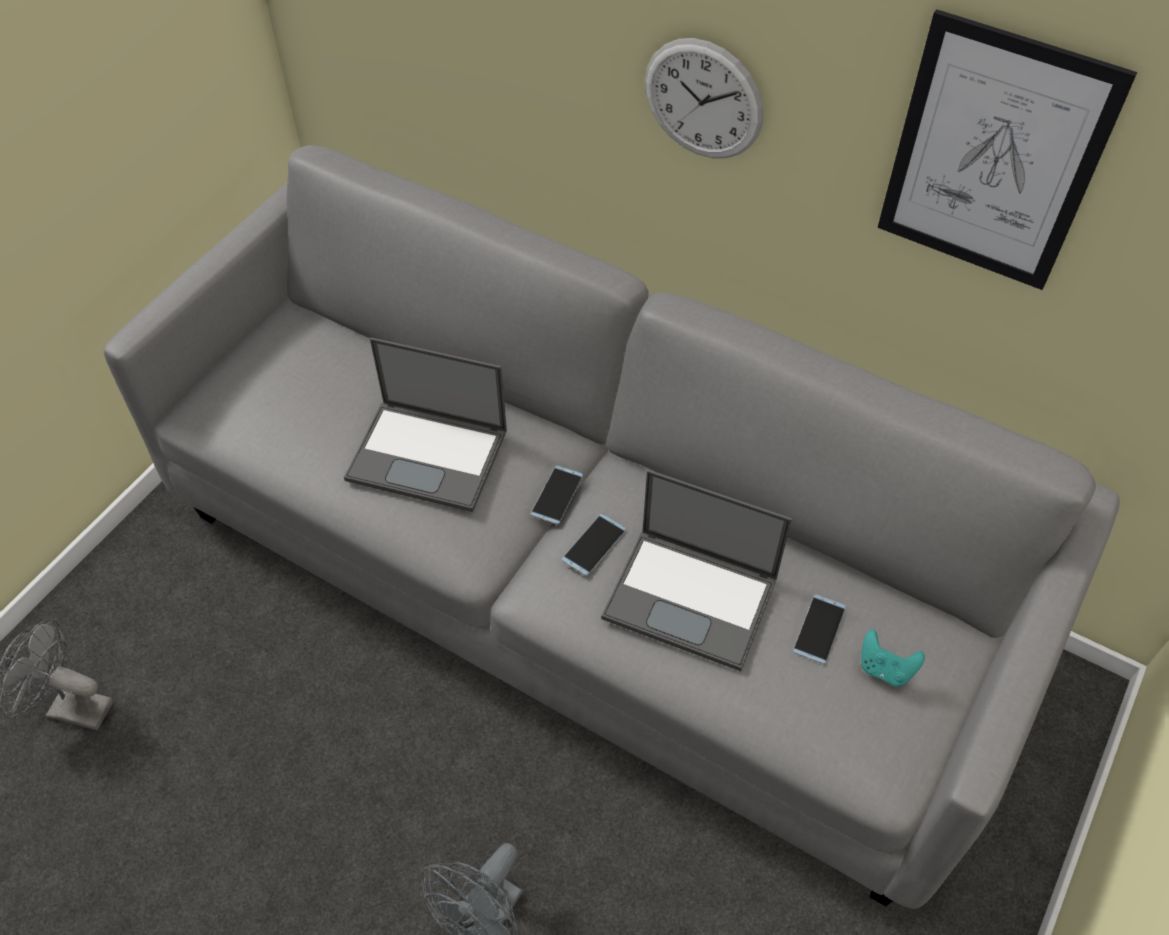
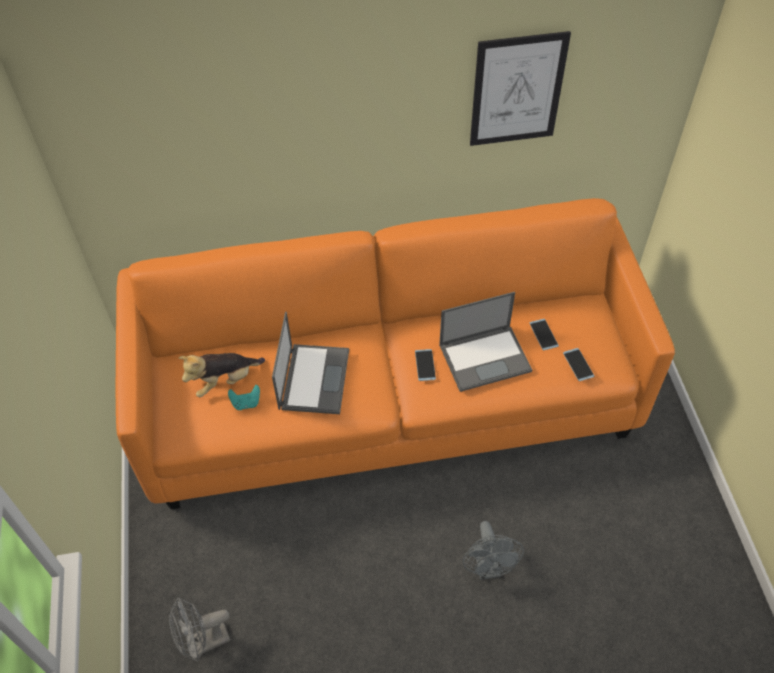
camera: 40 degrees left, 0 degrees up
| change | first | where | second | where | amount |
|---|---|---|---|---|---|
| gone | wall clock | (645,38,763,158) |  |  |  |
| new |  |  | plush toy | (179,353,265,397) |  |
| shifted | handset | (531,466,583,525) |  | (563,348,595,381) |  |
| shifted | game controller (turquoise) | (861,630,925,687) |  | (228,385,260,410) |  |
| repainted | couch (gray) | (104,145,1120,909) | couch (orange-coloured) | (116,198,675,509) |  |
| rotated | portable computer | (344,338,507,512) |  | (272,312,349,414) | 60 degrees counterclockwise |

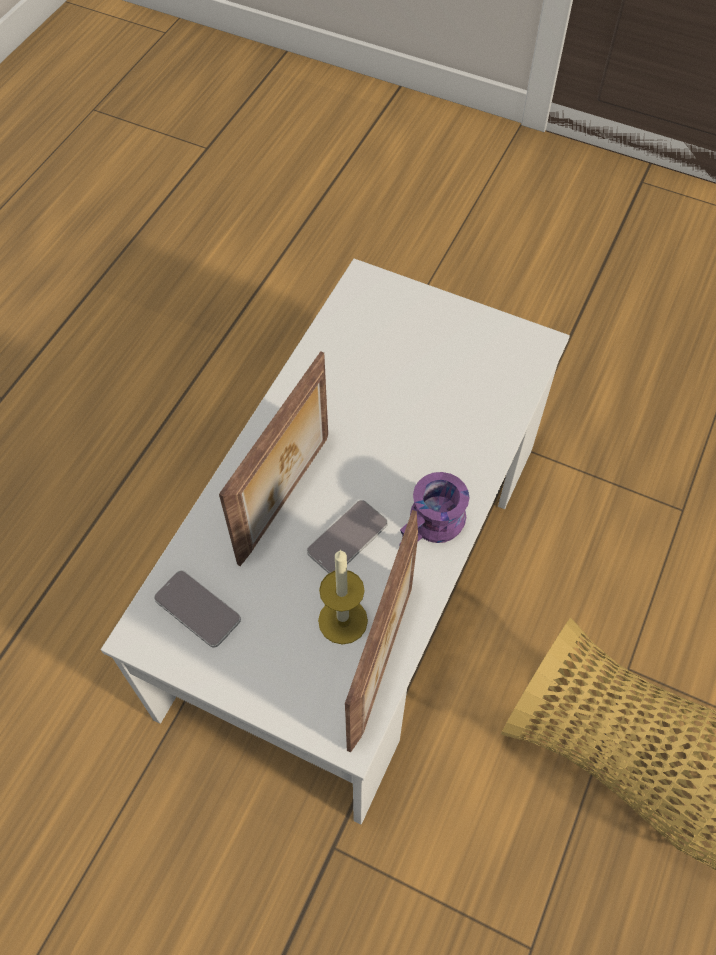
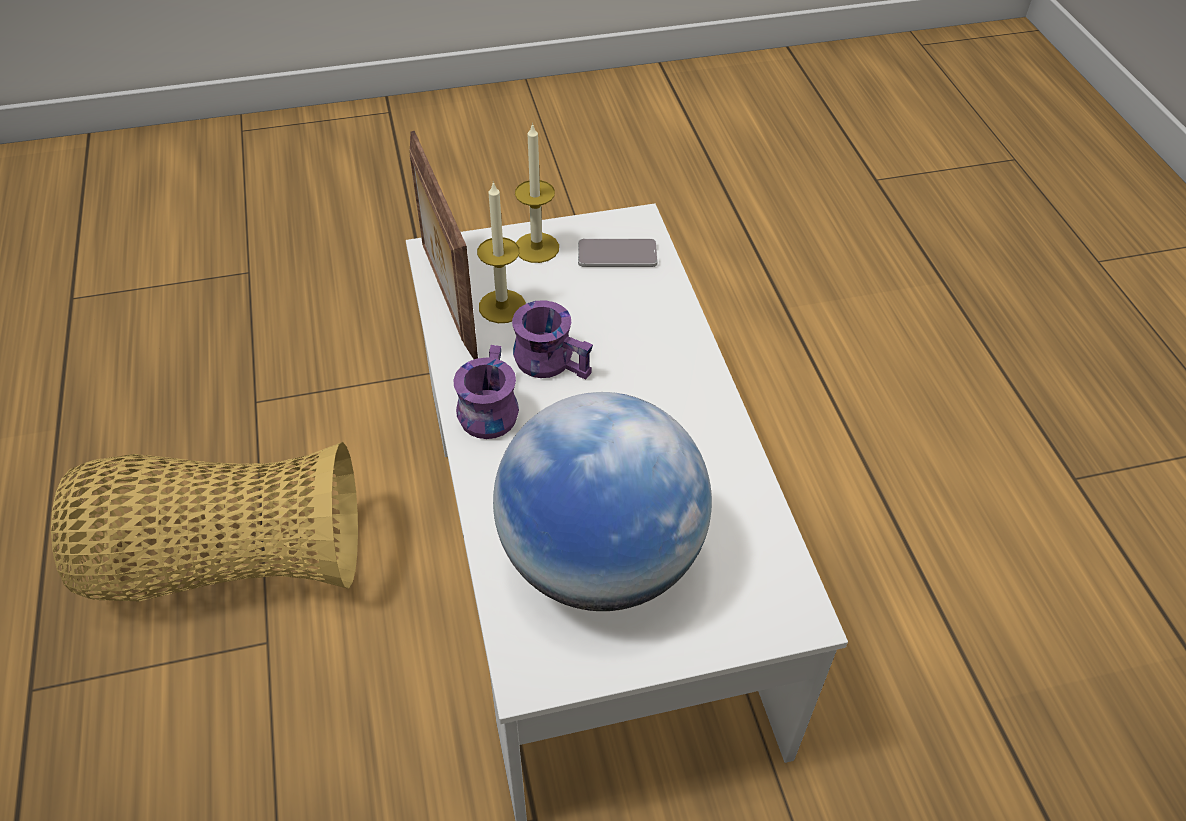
camera: 140 degrees right, 10 degrees down
| change | first | where | second | where | amount |
|---|---|---|---|---|---|
| gone | standing frame | (219,351,328,566) |  |  |  |
| new |  |  | desk globe | (493,392,712,611) |  |
| new |  |  | wax candle | (515,123,559,263) |  |
| swapped | handset | (307,500,388,573) | coffee mug (purplish) | (512,300,593,380) |  |

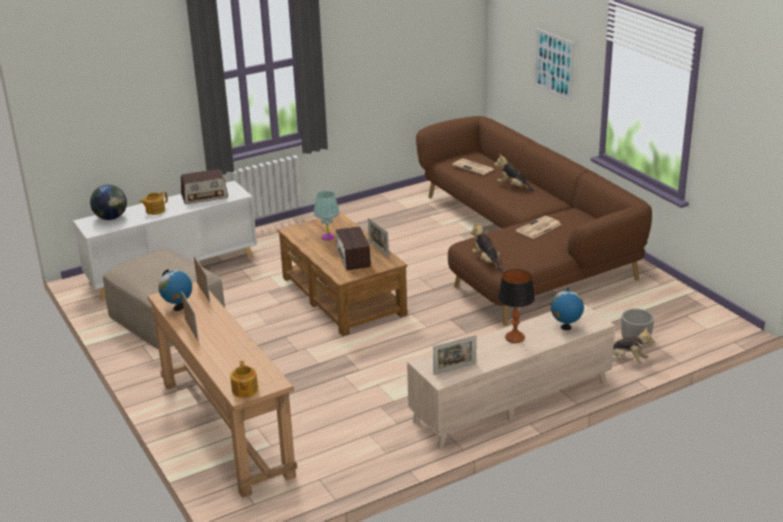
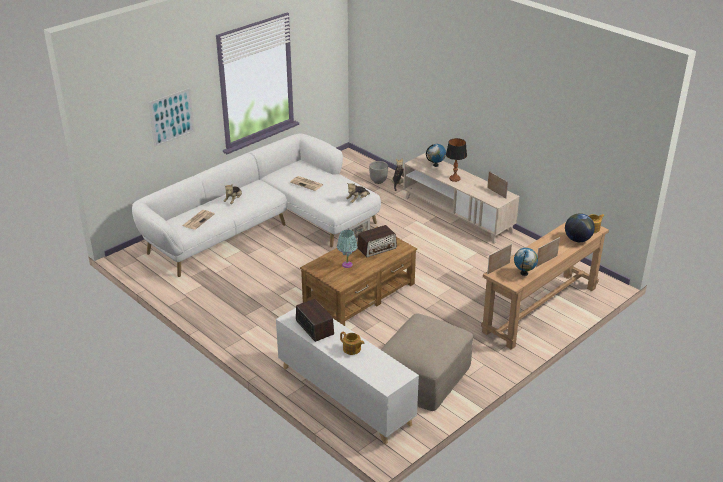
camera: 105 degrees left, 5 degrees up
| change | first | where | second | where | amount |
|---|---|---|---|---|---|
| shifted | desk globe | (90,185,127,220) |  | (565,213,595,242) |  |
| repainted | couch (brownish) | (416,116,652,326) | couch (whitish) | (132,133,381,277) |  |

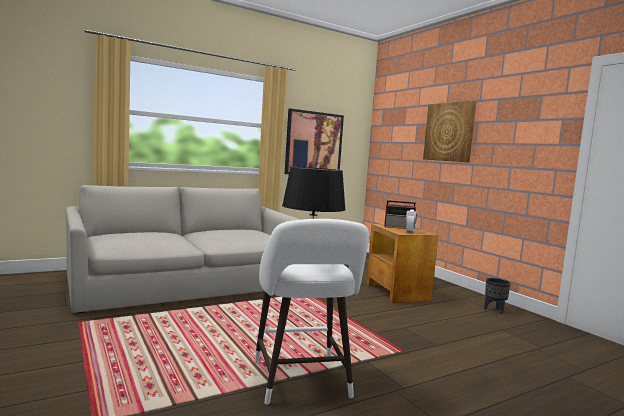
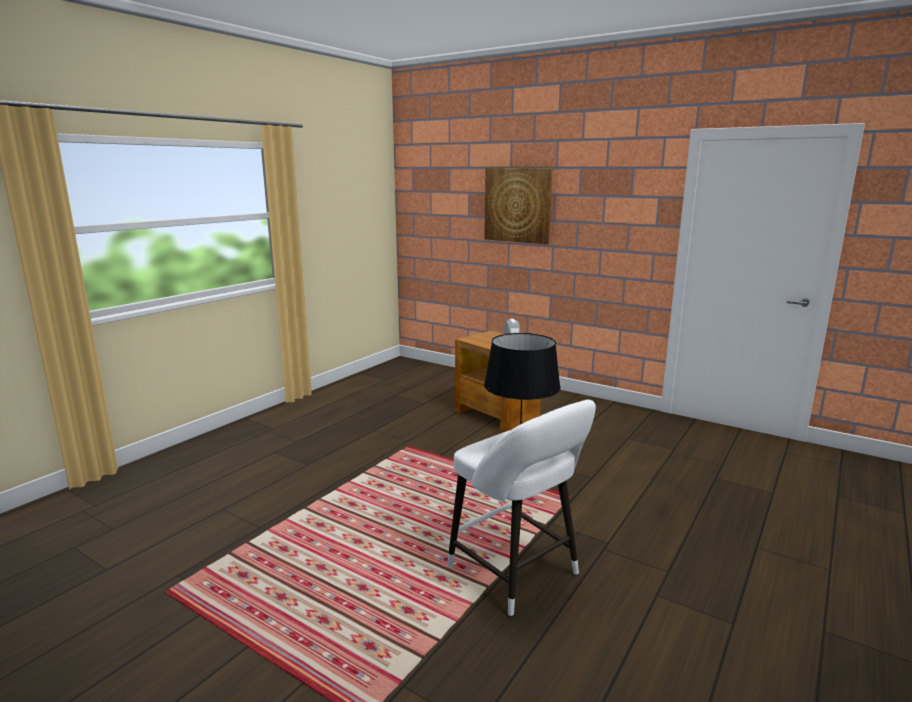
camera: 25 degrees left, 10 degrees up
| change | first | where | second | where | amount |
|---|---|---|---|---|---|
| gone | couch (gray) | (66,185,300,313) |  |  |  |
| gone | wall art | (285,108,344,174) |  |  |  |
| gone | radio receiver | (384,200,416,229) |  |  |  |
| gone | plant pot (black-coloured) | (484,278,511,314) |  |  |  |

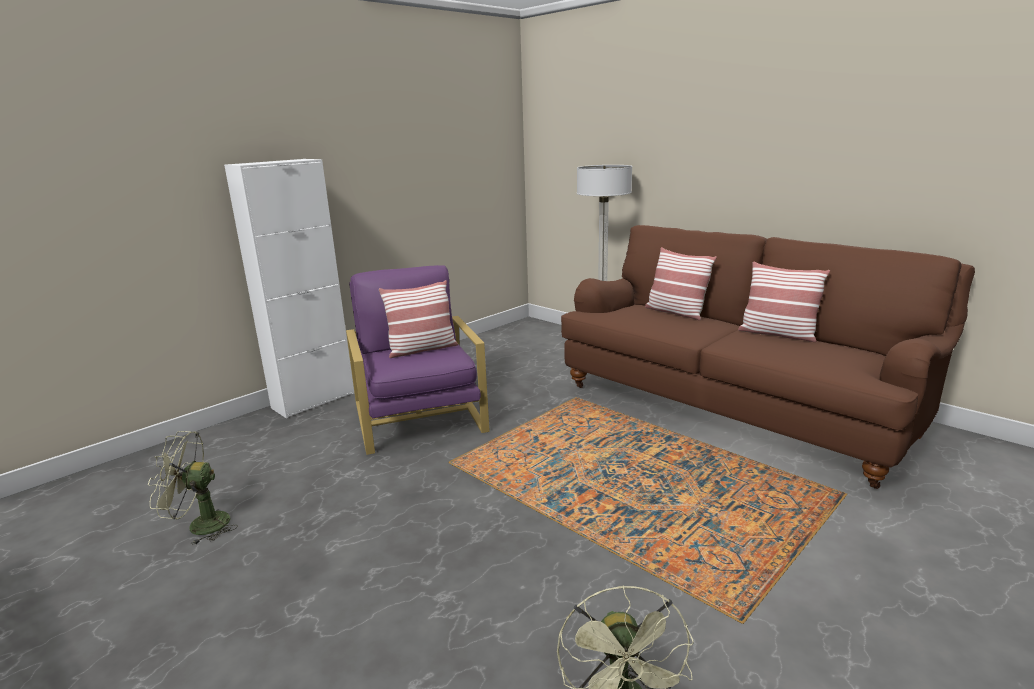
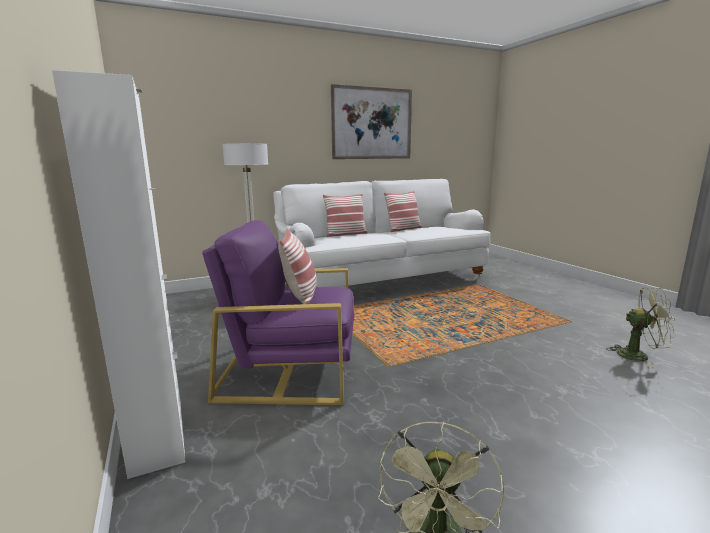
camera: 70 degrees left, 5 degrees down
| change | first | where | second | where | amount |
|---|---|---|---|---|---|
| new |  |  | wall art | (331,84,412,159) |  |
| repainted | couch (brownish) | (561,225,975,489) | couch (whitish) | (273,179,491,287) |  |

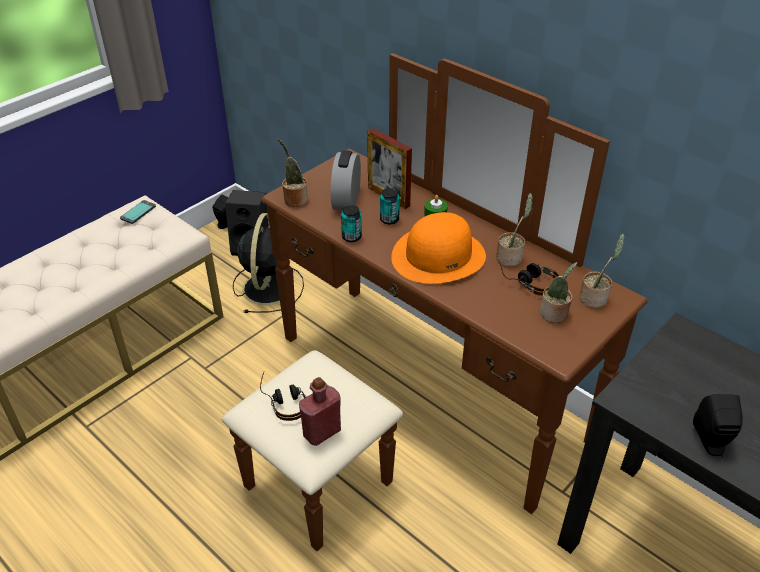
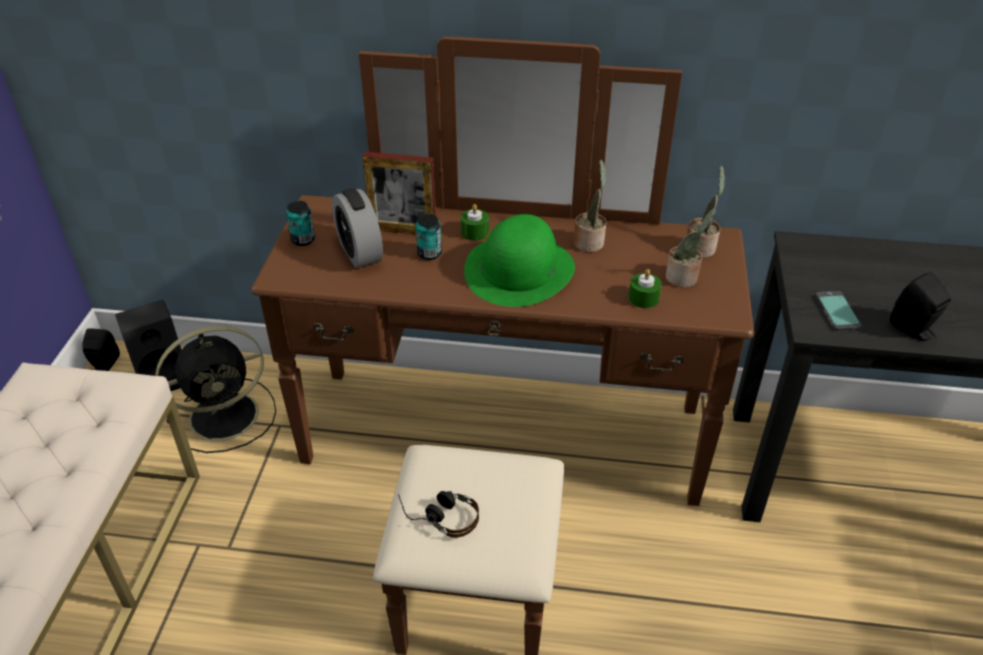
camera: 35 degrees left, 0 degrees up
| change | first | where | second | where | amount |
|---|---|---|---|---|---|
| gone | houseplant | (278,139,308,207) |  |  |  |
| gone | beverage bottle (red) | (299,377,341,446) |  |  |  |
| gone | pair of headphones | (499,260,559,296) |  |  |  |
| new |  |  | wax candle (green) | (629,269,662,308) |  |
| shifted | handset | (120,200,156,224) |  | (815,291,862,331) |  |
| shifted | sealed can | (341,205,362,242) |  | (286,201,315,246) |  |
| repainted | clothing hat (orange-coloured) | (391,212,486,284) | clothing hat (green) | (464,214,575,307) |  |
| rotated | electric fan (black-coloured) | (233,213,304,313) |  | (156,326,276,453) | 90 degrees clockwise |

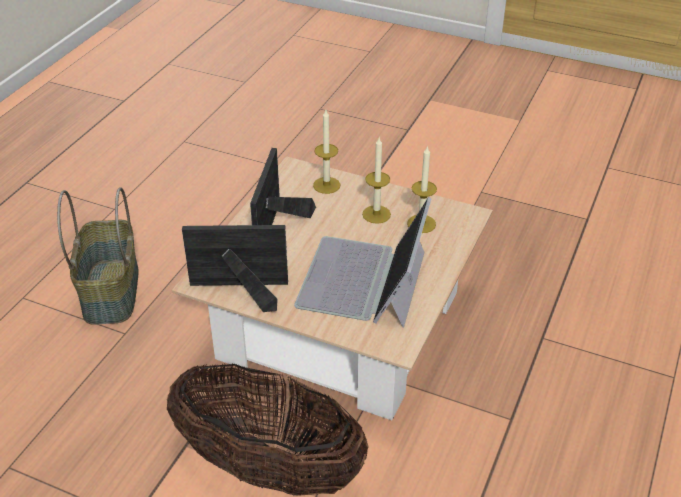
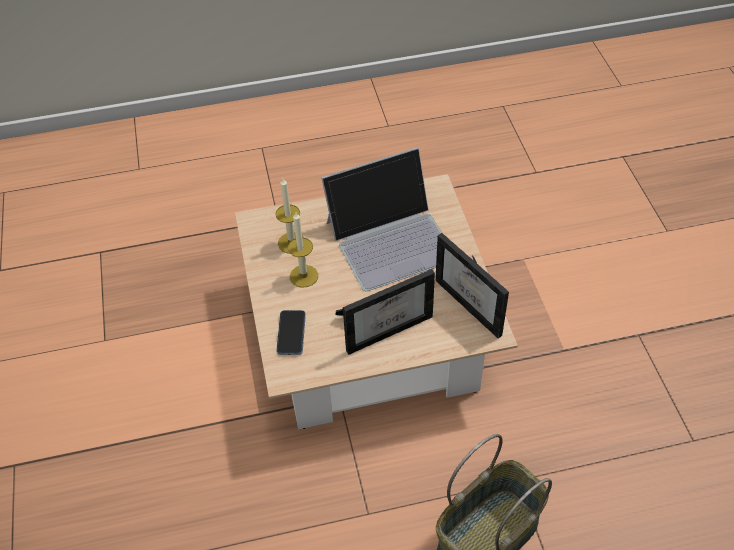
camera: 125 degrees left, 10 degrees up
| change | first | where | second | where | amount |
|---|---|---|---|---|---|
| gone | basket | (167,364,369,496) |  |  |  |
| swapped | wax candle | (313,110,340,194) | handset | (276,310,306,355) |  |

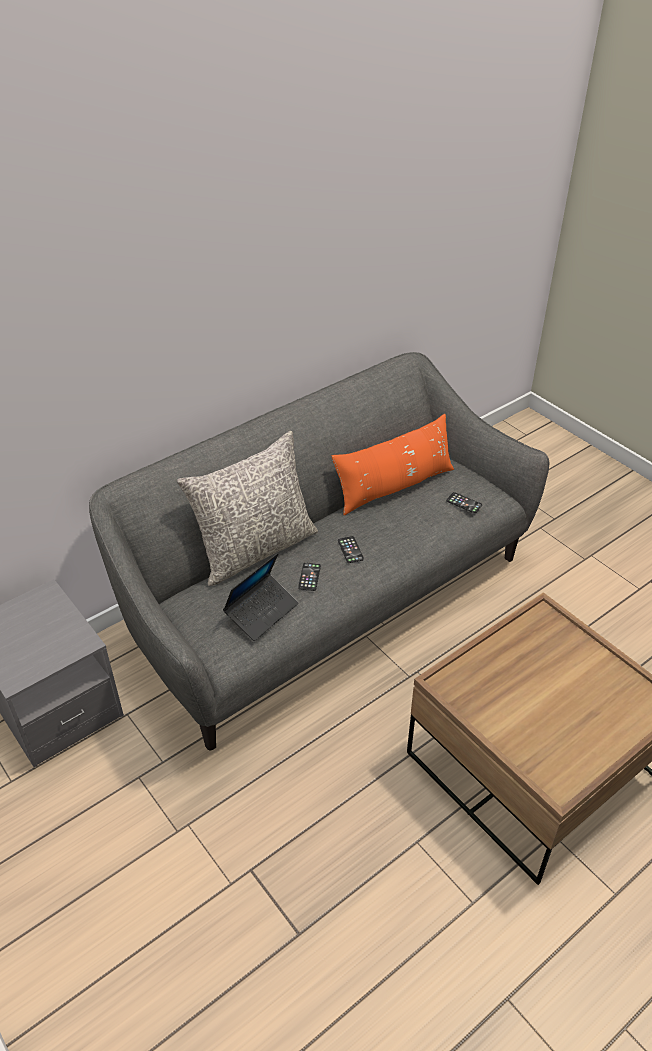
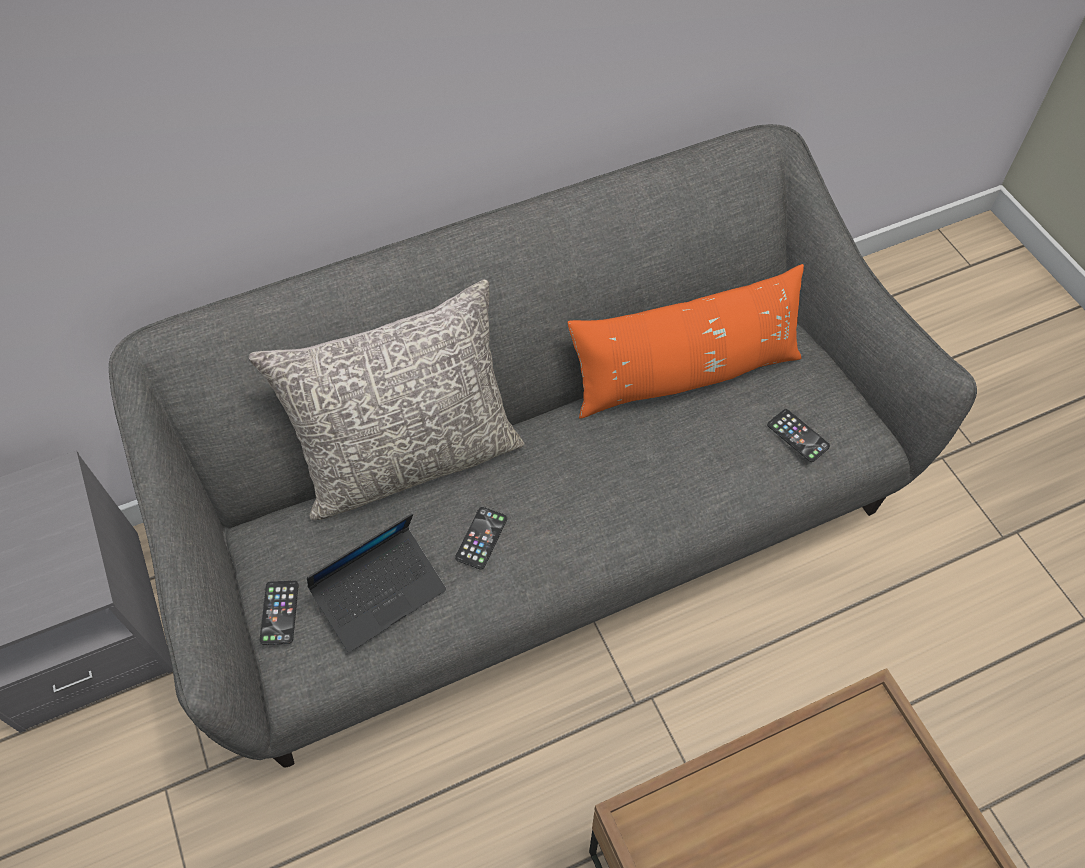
camera: 15 degrees right, 15 degrees up
| change | first | where | second | where | amount |
|---|---|---|---|---|---|
| shifted | handset | (338,536,364,563) |  | (260,581,299,645) |  |

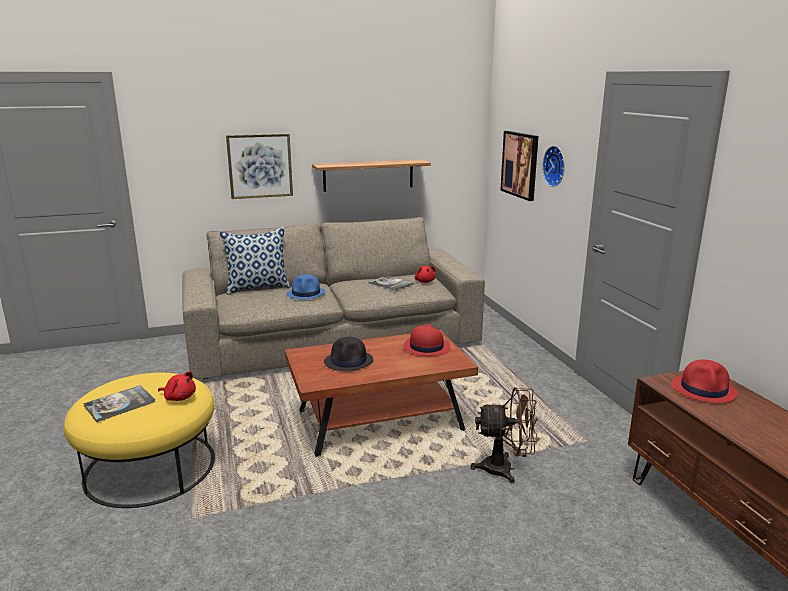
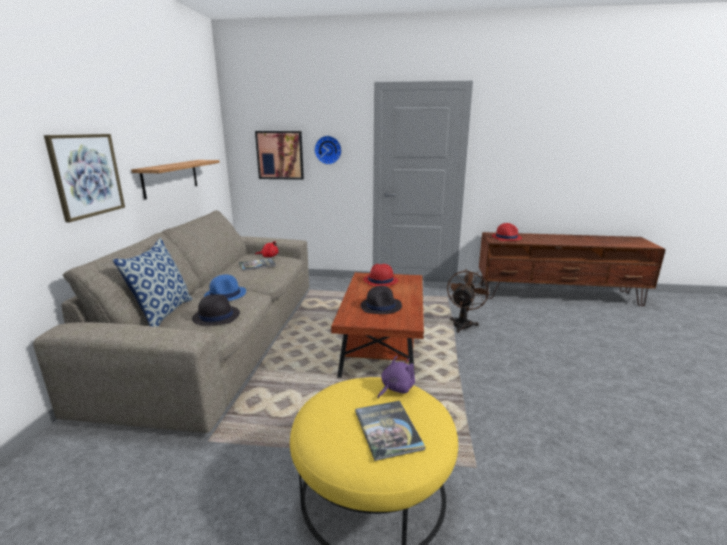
camera: 65 degrees left, 0 degrees up
| change | first | where | second | where | amount |
|---|---|---|---|---|---|
| new |  |  | clothing hat (black-coloured) | (192,294,240,326) |  |
| repainted | plush toy (red) | (158,371,196,401) | plush toy (purplish) | (377,356,415,399) |  |

